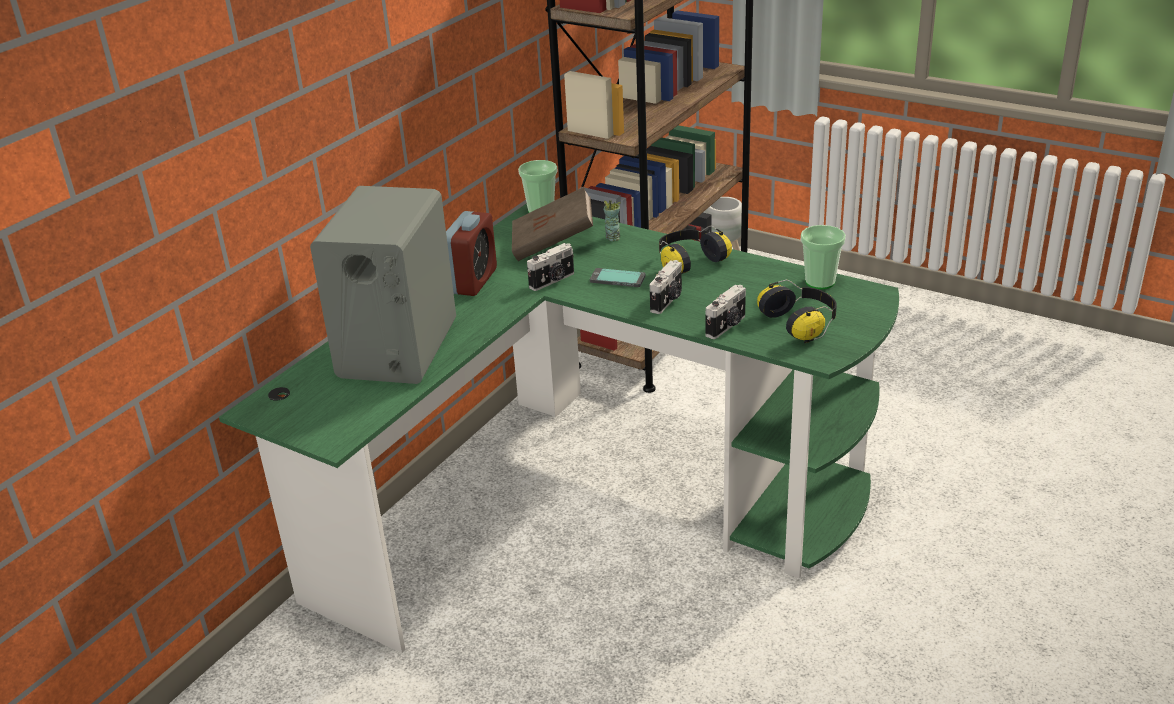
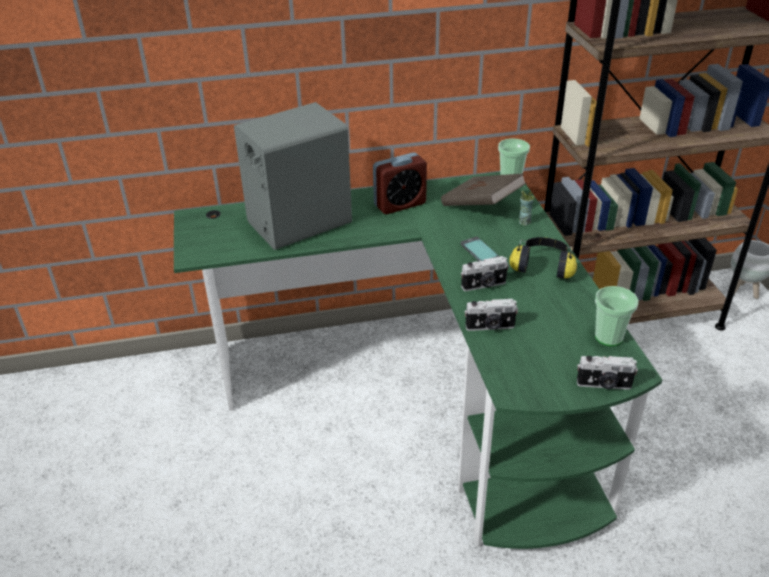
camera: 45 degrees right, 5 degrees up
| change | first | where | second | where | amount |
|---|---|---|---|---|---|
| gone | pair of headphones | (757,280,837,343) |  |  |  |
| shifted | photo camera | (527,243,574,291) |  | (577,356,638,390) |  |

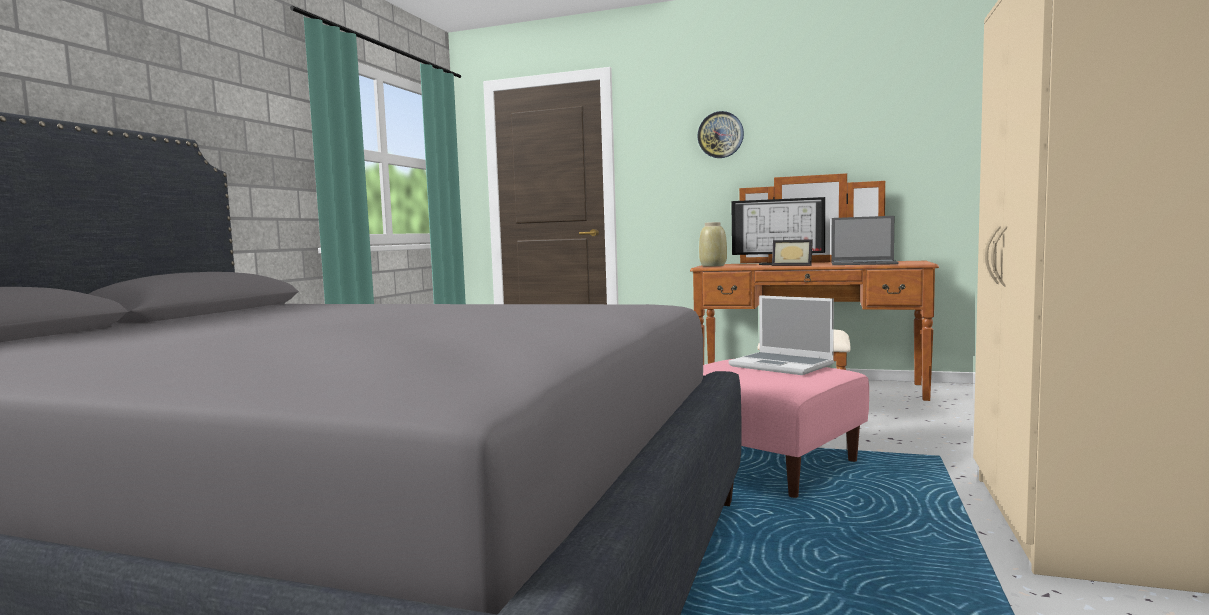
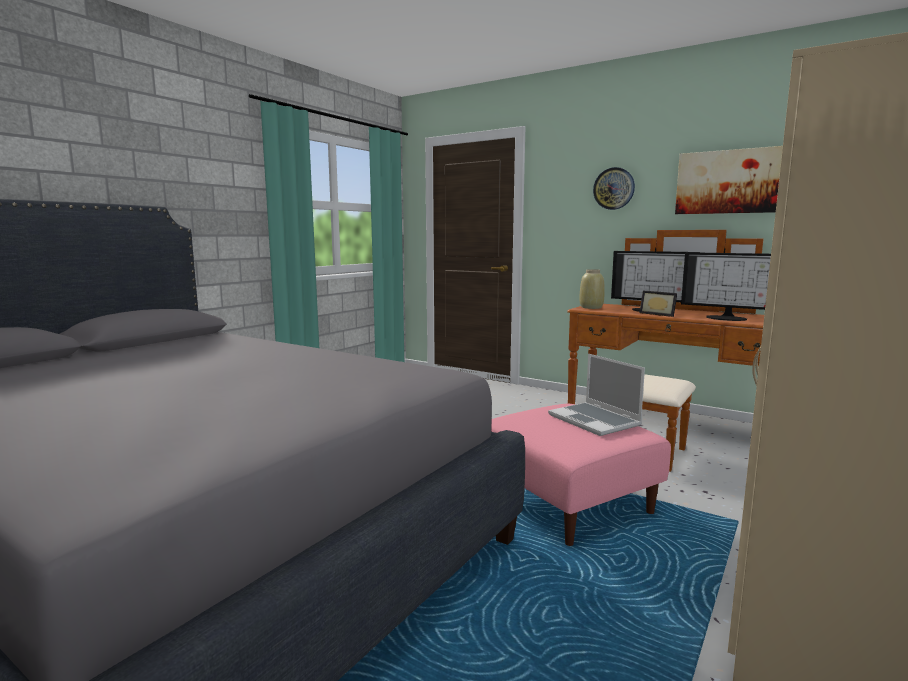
camera: 15 degrees right, 5 degrees up
| change | first | where | second | where | amount |
|---|---|---|---|---|---|
| new |  |  | wall art | (675,146,783,214) |  |
| swapped | portable computer | (832,216,898,265) | computer screen | (681,252,771,321) |  |

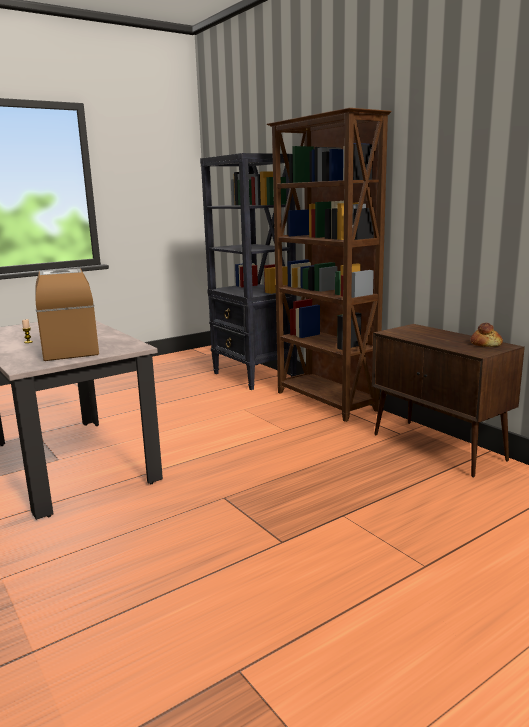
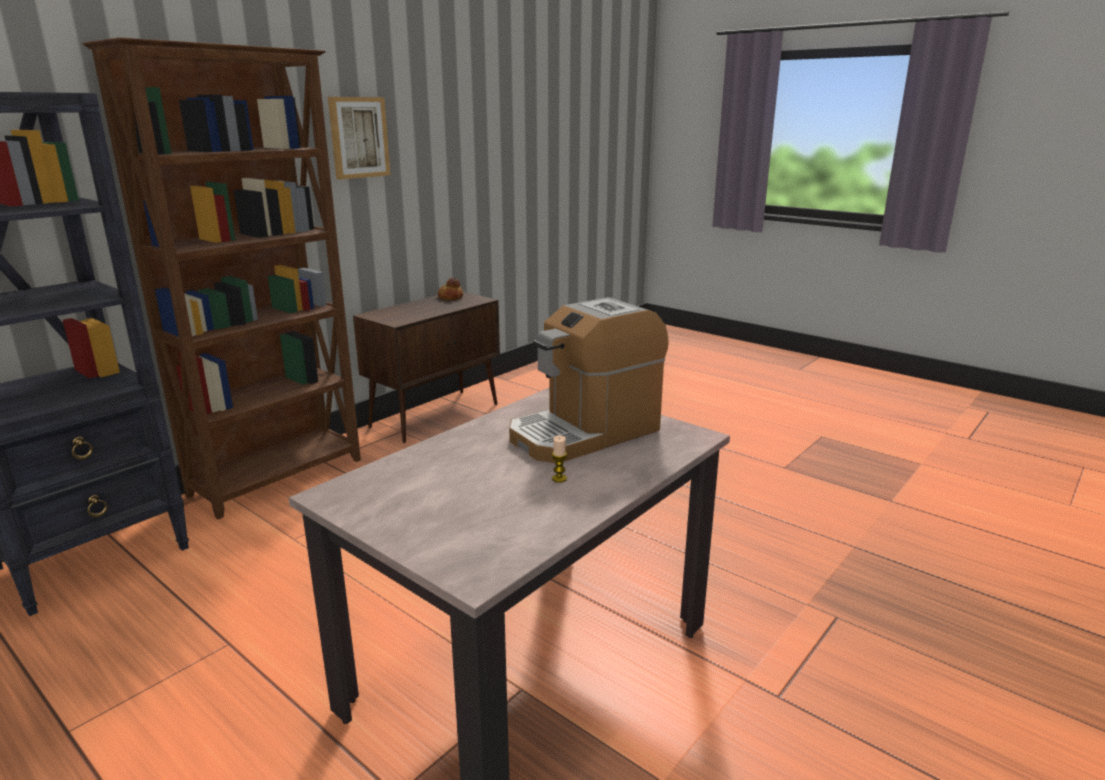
camera: 105 degrees left, 5 degrees up
| change | first | where | second | where | amount |
|---|---|---|---|---|---|
| new |  |  | wall art | (328,97,390,179) |  |

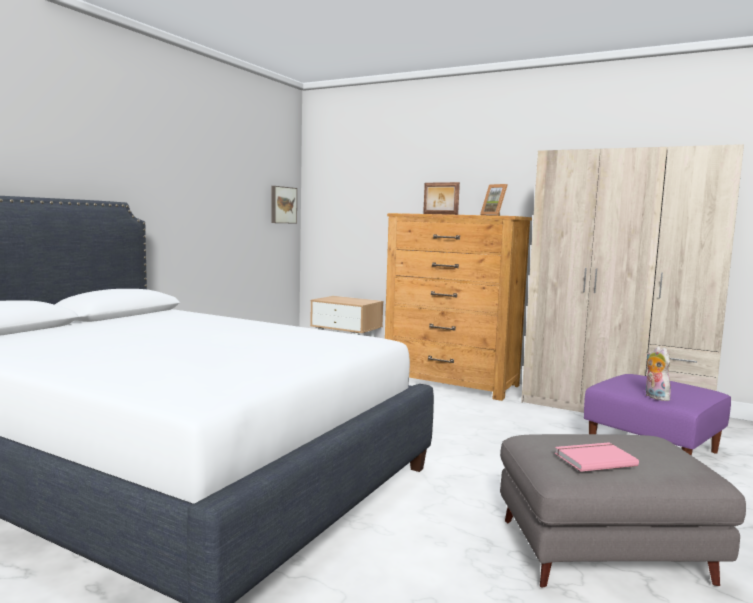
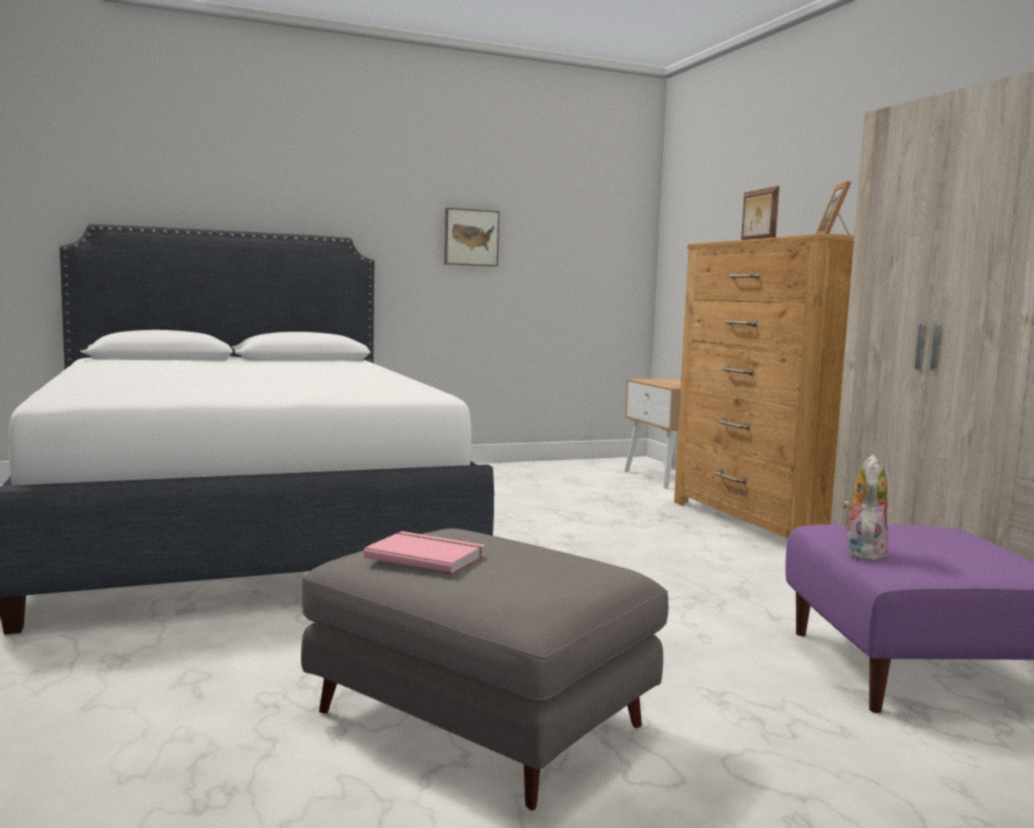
camera: 40 degrees right, 0 degrees up
| change | first | where | second | where | amount |
|---|---|---|---|---|---|
| shifted | wall art | (271,186,297,224) |  | (444,208,499,266) |  |

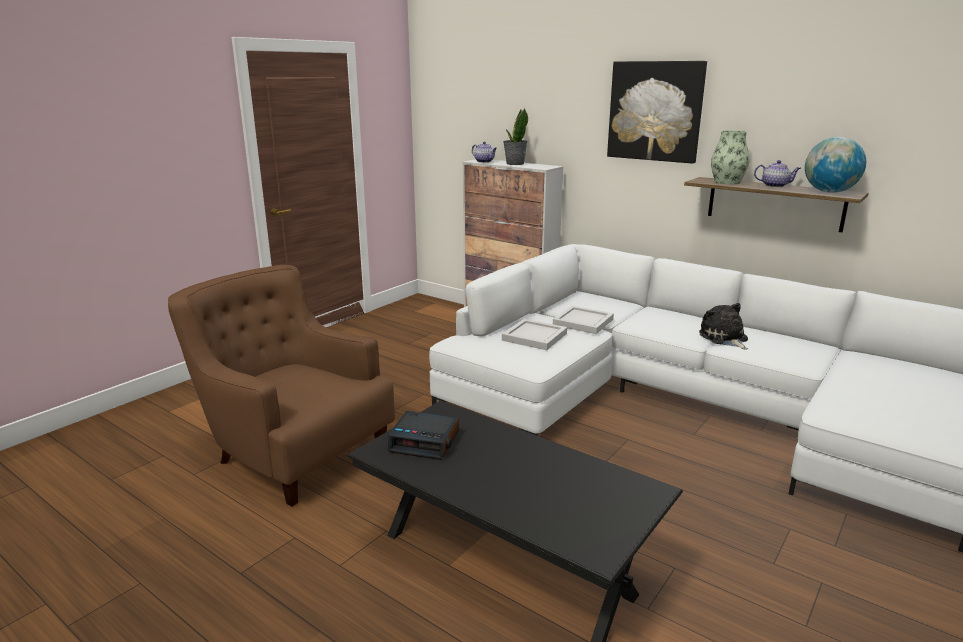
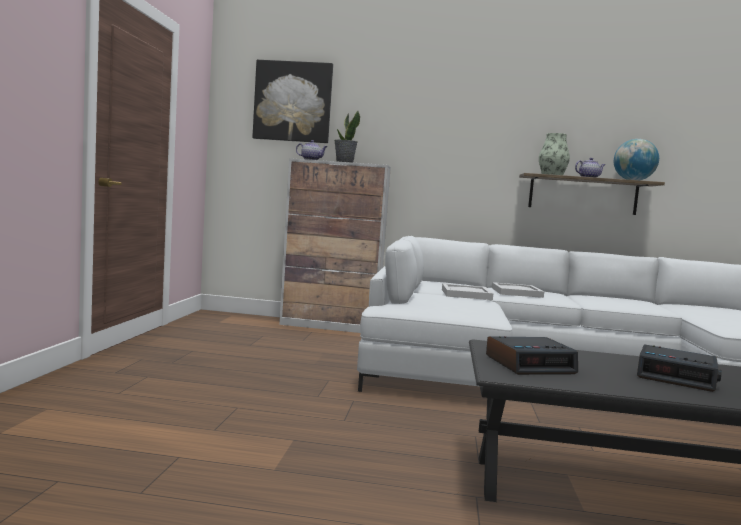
camera: 30 degrees left, 15 degrees down
| change | first | where | second | where | amount |
|---|---|---|---|---|---|
| gone | armchair (brownish) | (168,265,395,507) |  |  |  |
| gone | plush toy | (699,303,748,350) |  |  |  |
| new |  |  | table clock | (637,344,722,392) |  |
| shifted | carrying tray (whitish) | (502,319,567,350) |  | (492,282,544,298) |  |
| shifted | wall art | (607,61,707,164) |  | (252,60,333,143) |  |

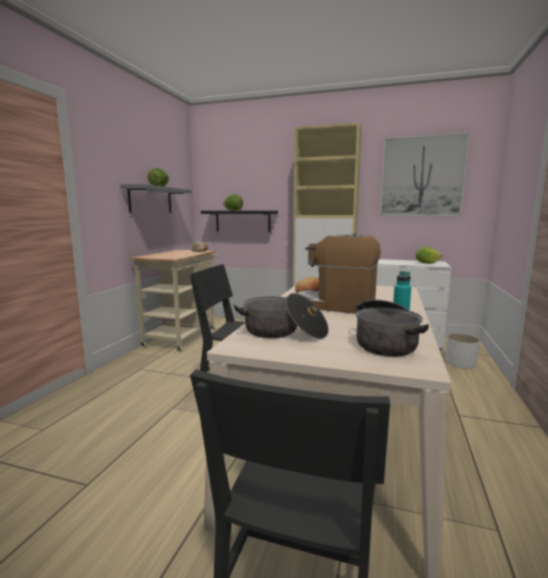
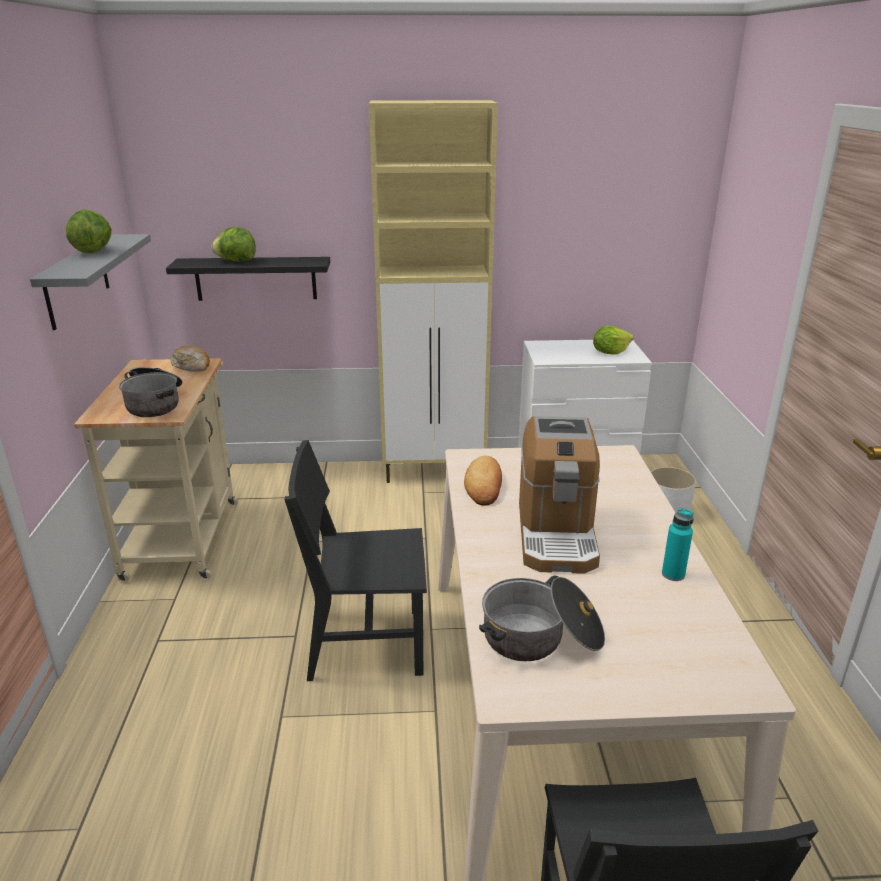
camera: 20 degrees left, 15 degrees up
| change | first | where | second | where | amount |
|---|---|---|---|---|---|
| gone | wall art | (380,133,470,216) |  |  |  |
| shifted | saucepot | (355,300,429,357) |  | (119,367,182,417) |  |
| rotated | coffee machine | (297,233,381,314) |  | (519,416,600,574) | 90 degrees counterclockwise |

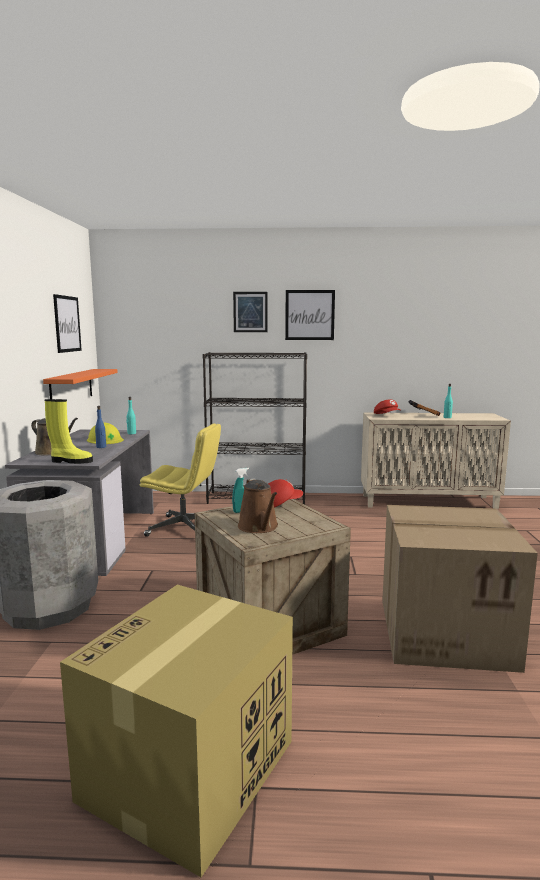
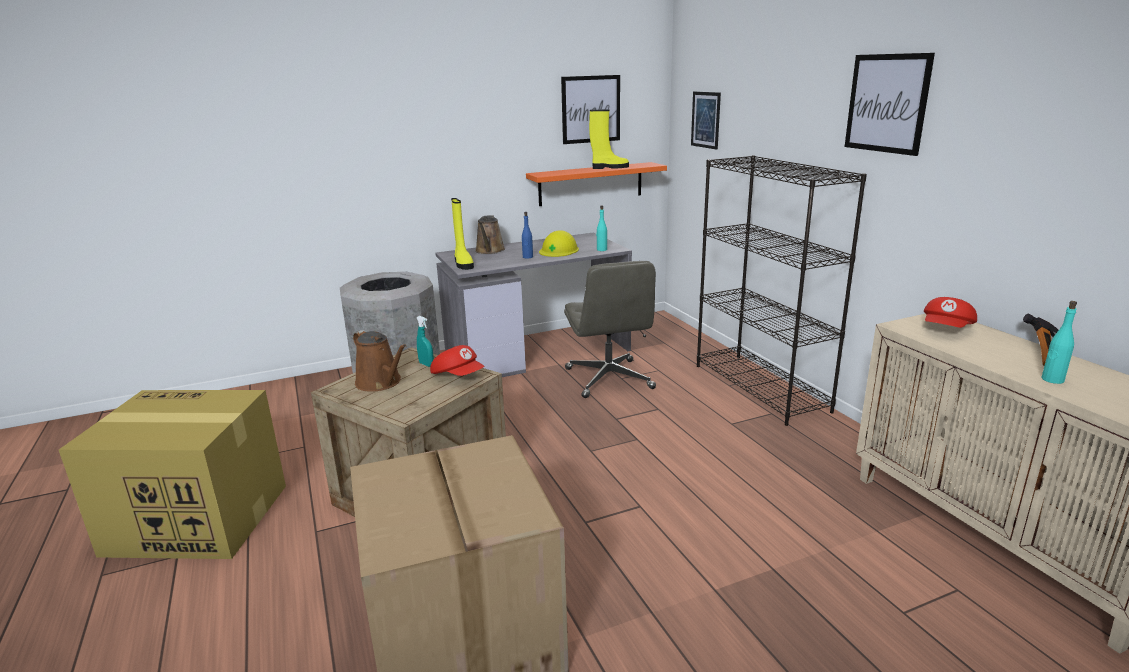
camera: 65 degrees right, 10 degrees up
| change | first | where | second | where | amount |
|---|---|---|---|---|---|
| new |  |  | boot (yellowish) | (589,110,629,169) |  |
| shifted | wall art | (233,292,267,332) |  | (691,92,721,150) |  |
| repainted | computer chair (yellowish) | (140,423,221,537) | computer chair (gray) | (564,261,656,398) |  |
| rotated | watering can (brownish) | (238,478,278,533) |  | (353,330,407,392) | 90 degrees counterclockwise |

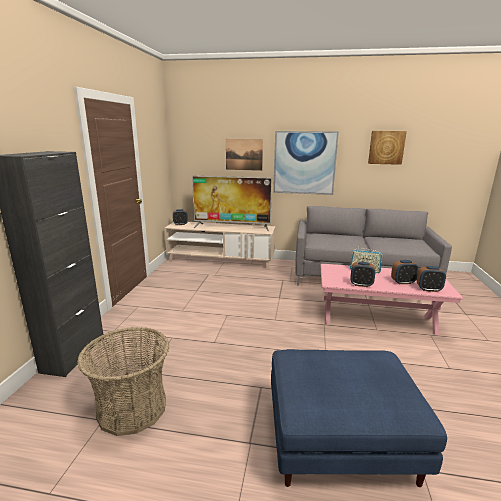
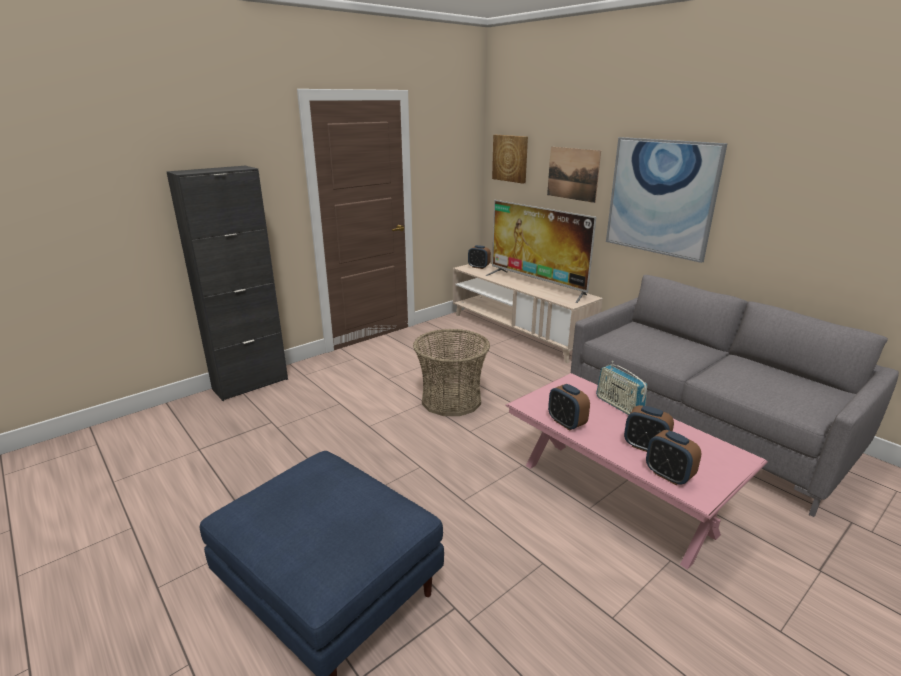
camera: 40 degrees right, 5 degrees up
| change | first | where | second | where | amount |
|---|---|---|---|---|---|
| shifted | basket | (77,327,169,436) |  | (413,329,490,416) |  |
| shifted | wall art | (368,131,407,165) |  | (492,135,528,183) |  |

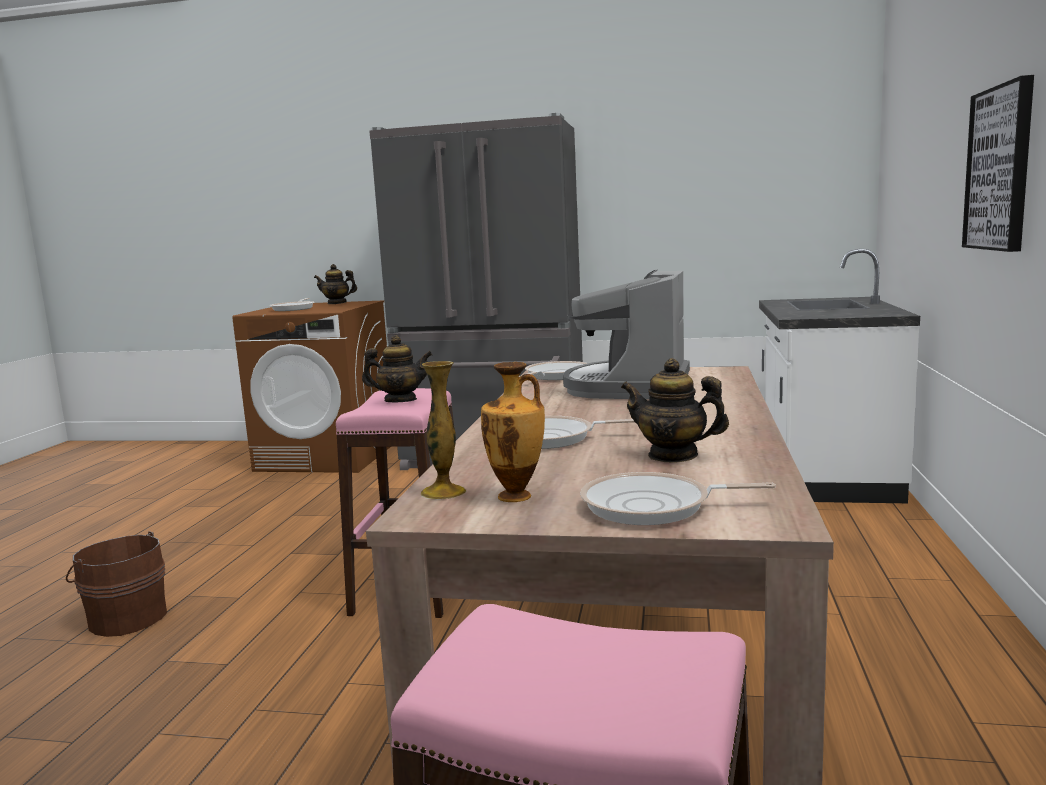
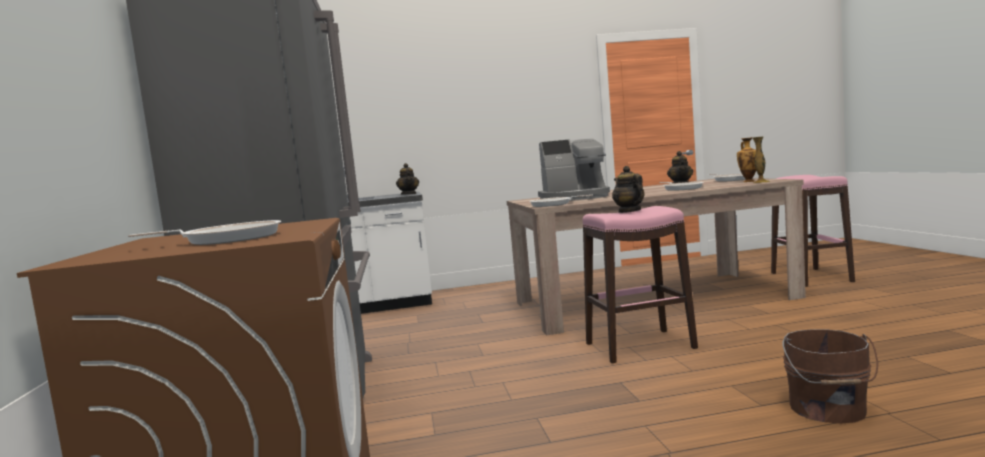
camera: 110 degrees left, 5 degrees down
| change | first | where | second | where | amount |
|---|---|---|---|---|---|
| gone | wall art | (962,75,1034,252) |  |  |  |
| shifted | pot for tea | (314,264,357,304) |  | (396,163,419,195) |  |

